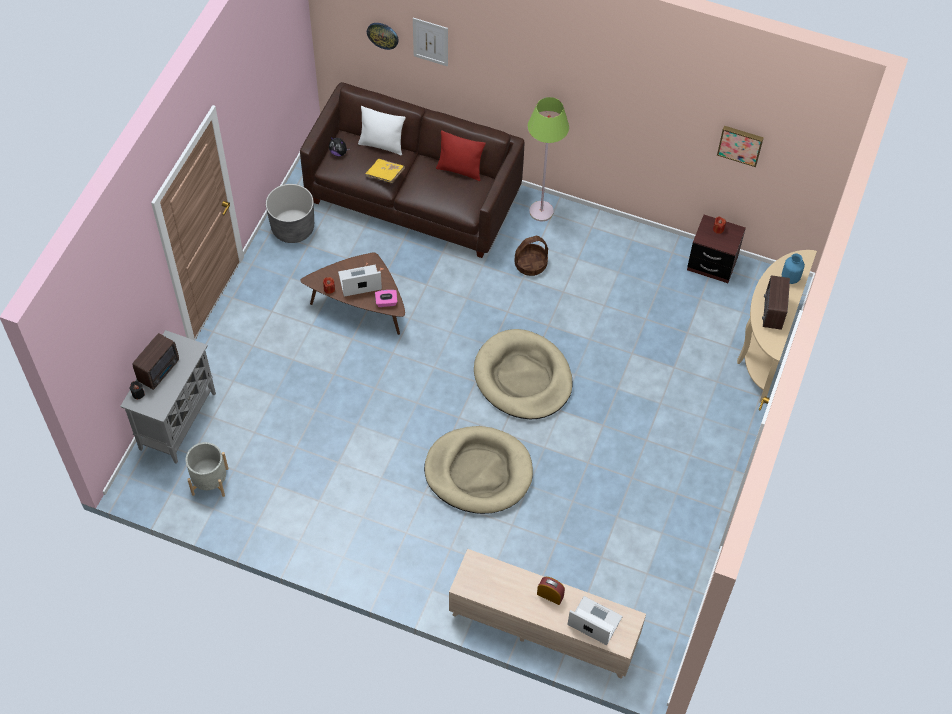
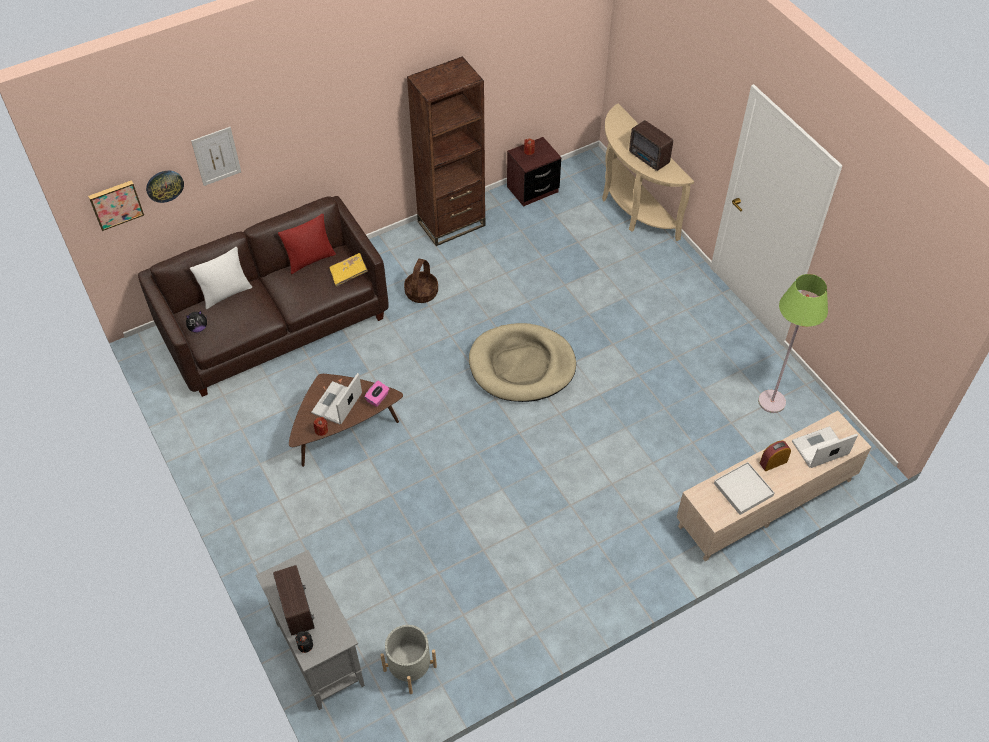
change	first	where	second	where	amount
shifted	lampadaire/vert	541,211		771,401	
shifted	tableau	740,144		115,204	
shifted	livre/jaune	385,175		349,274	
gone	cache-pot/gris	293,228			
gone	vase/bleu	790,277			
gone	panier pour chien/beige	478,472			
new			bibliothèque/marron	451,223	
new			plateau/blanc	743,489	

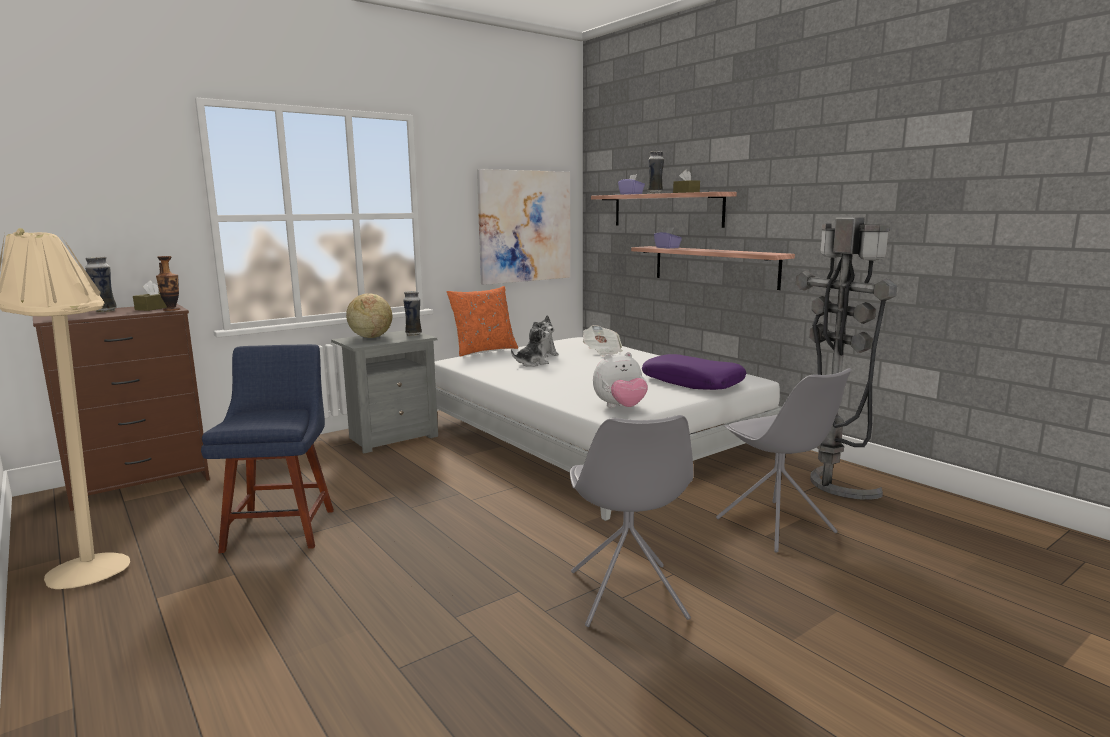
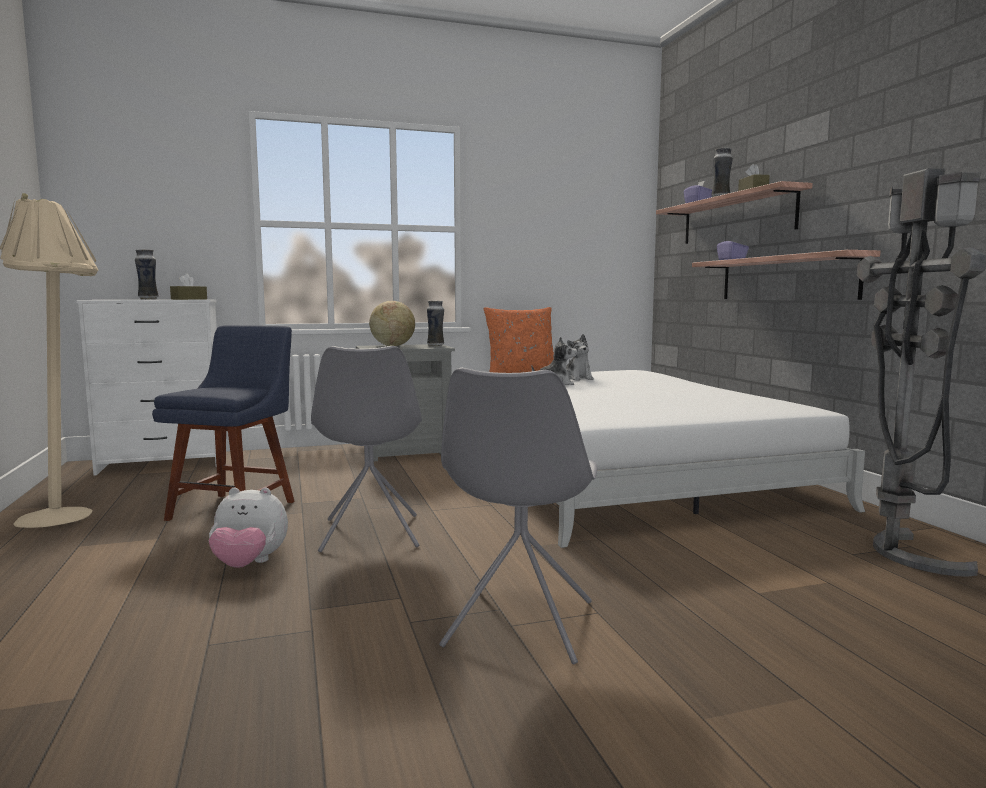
change	first	where	second	where	amount
gone	tableau	525,226			
gone	vase	172,310			
repainted	commode/marron	139,484	commode/blanc	162,463	
gone	journal	602,352			
shifted	peluche	620,408		249,564	
gone	coussin/violet	692,382			
shifted	chaise/gris	776,526		370,534	

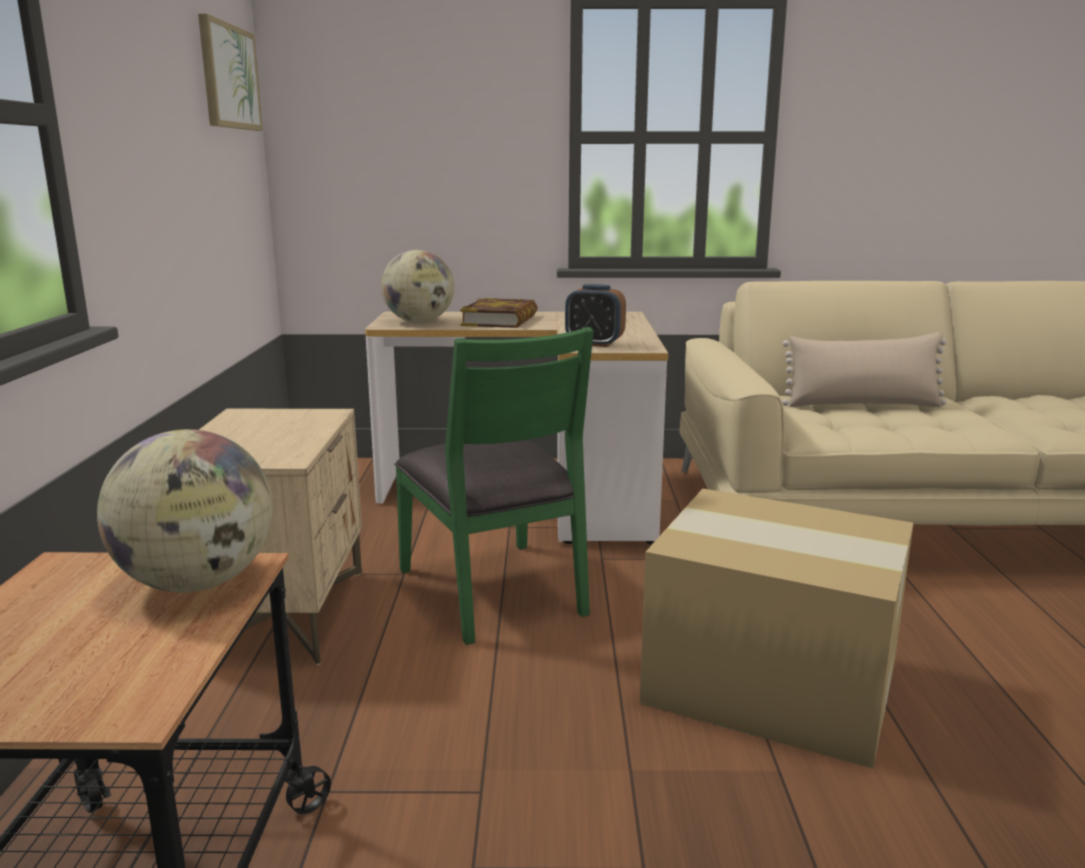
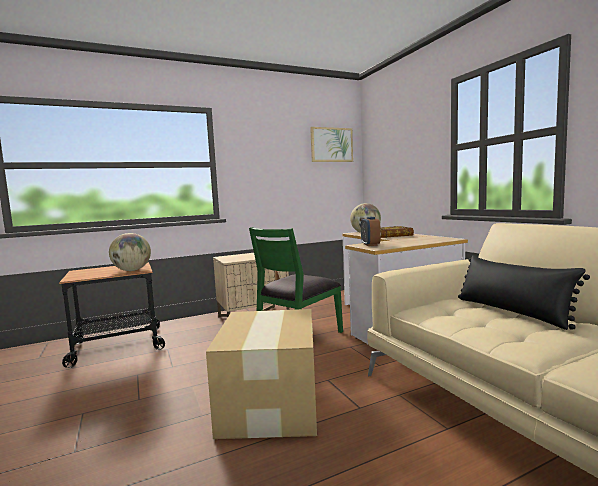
change	first	where	second	where	amount
repainted	coussin/beige	862,404	coussin/noir	511,312	

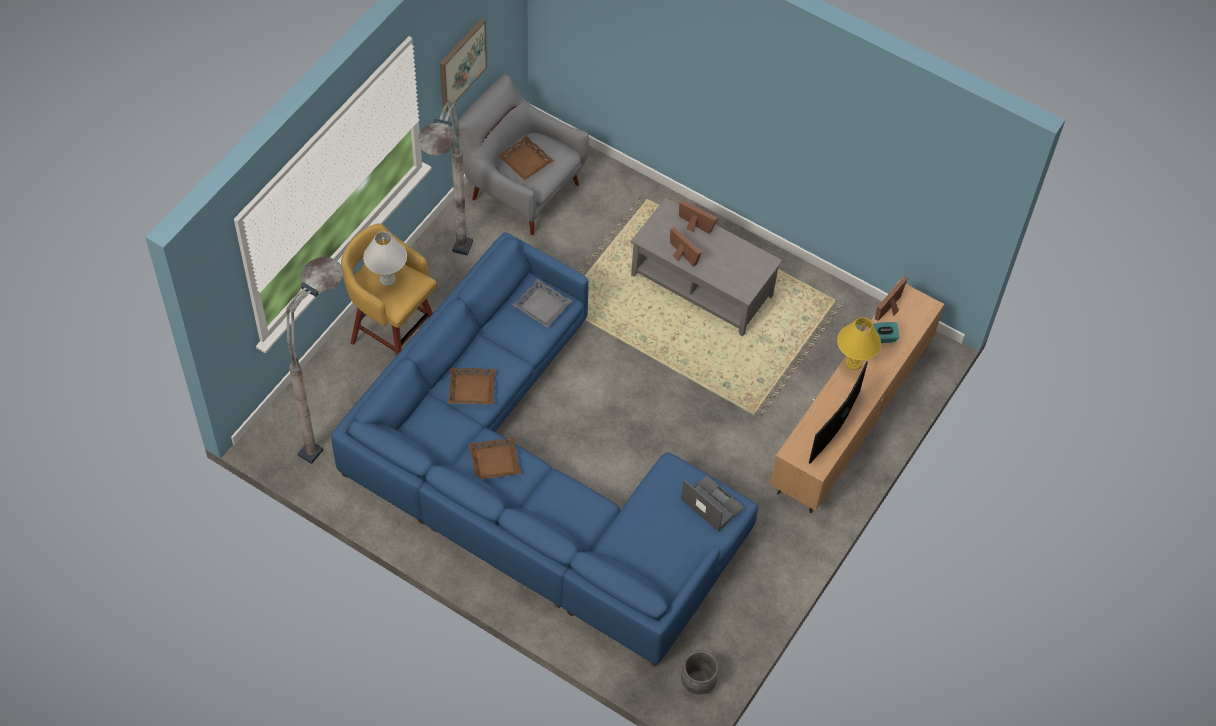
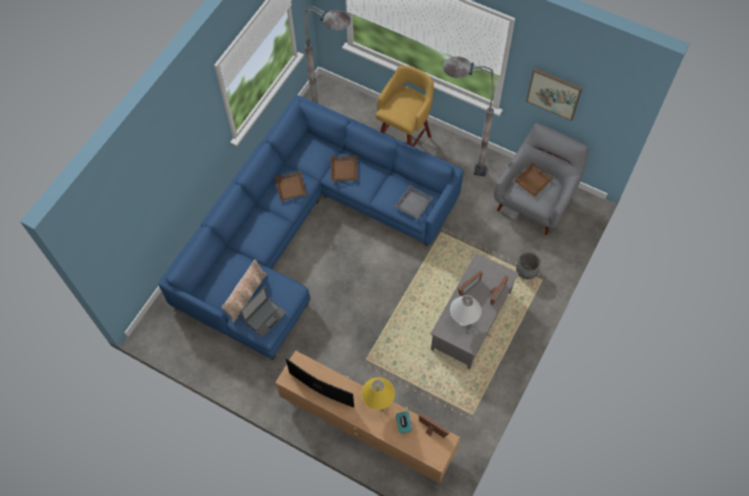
change	first	where	second	where	amount
shifted	lampe de table/blanc	387,279		463,321	
shifted	cache-pot/gris	698,681		526,272	
new			coussin	246,295	

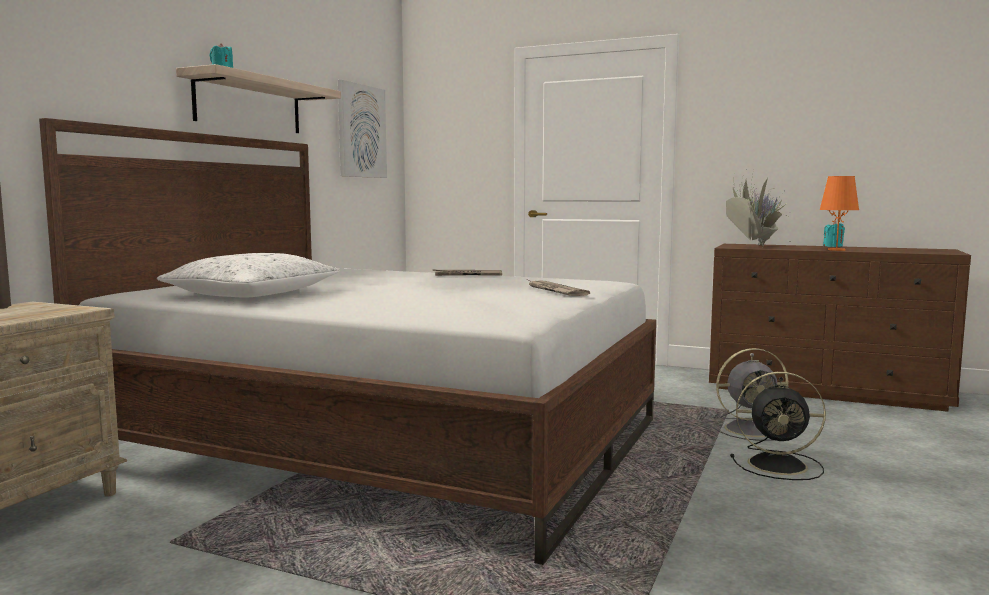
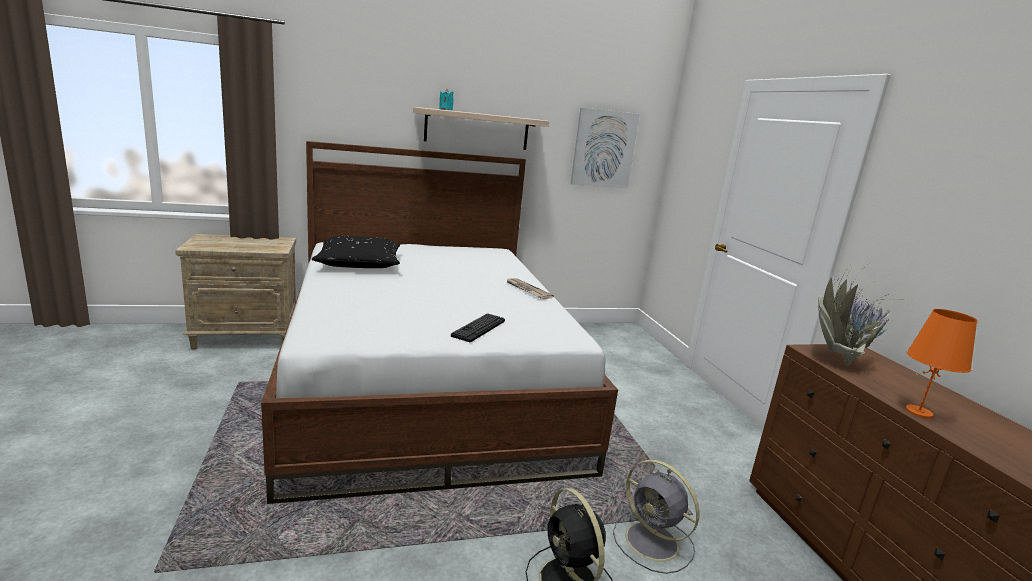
change	first	where	second	where	amount
gone	bougie/turquoise	833,246			
repainted	coussin/blanc	252,294	coussin/noir	359,263	
swapped	journal	555,291	clavier	479,328	

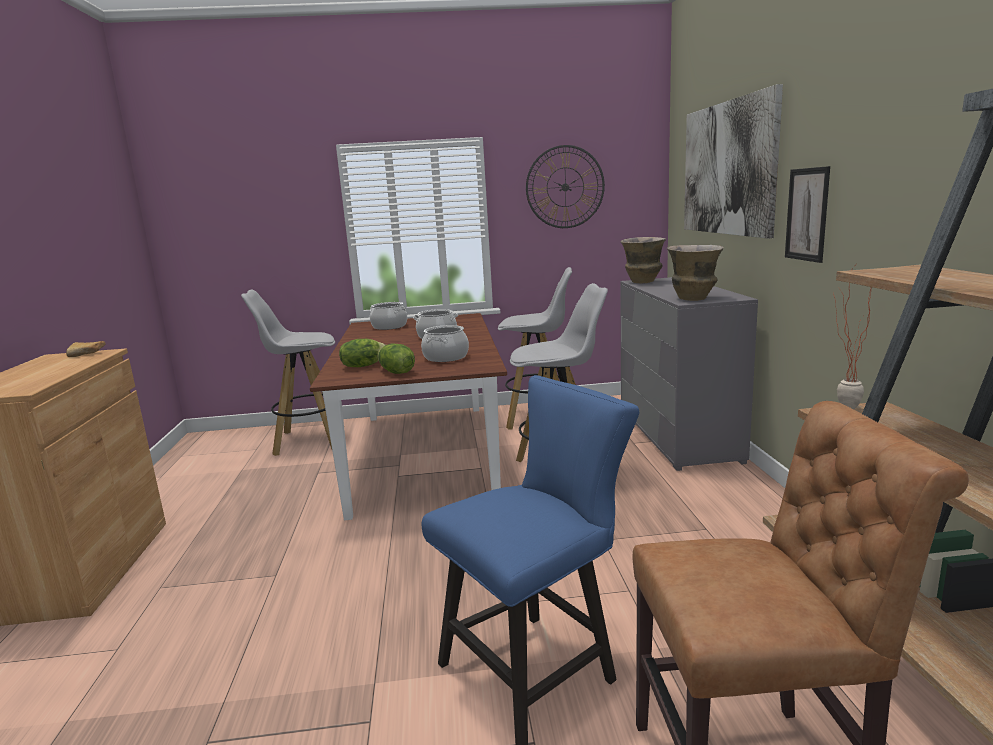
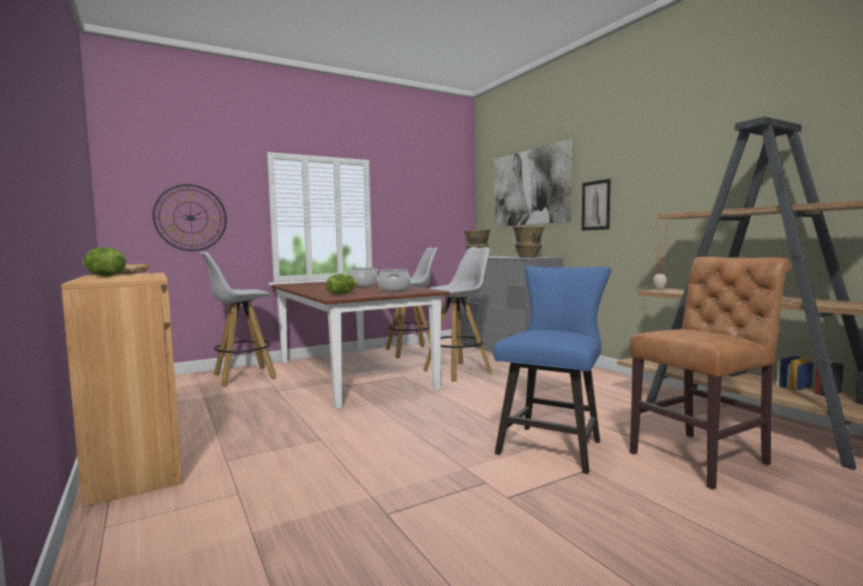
change	first	where	second	where	amount
shifted	horloge murale	565,187		190,217	
gone	marmite	389,326			
shifted	laitue	396,372		104,276	

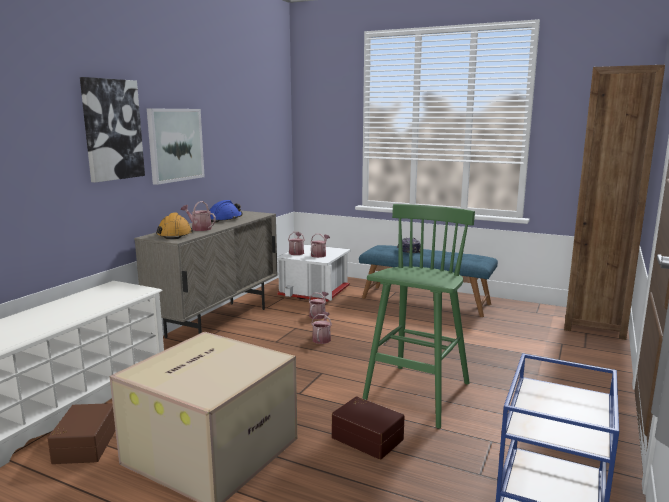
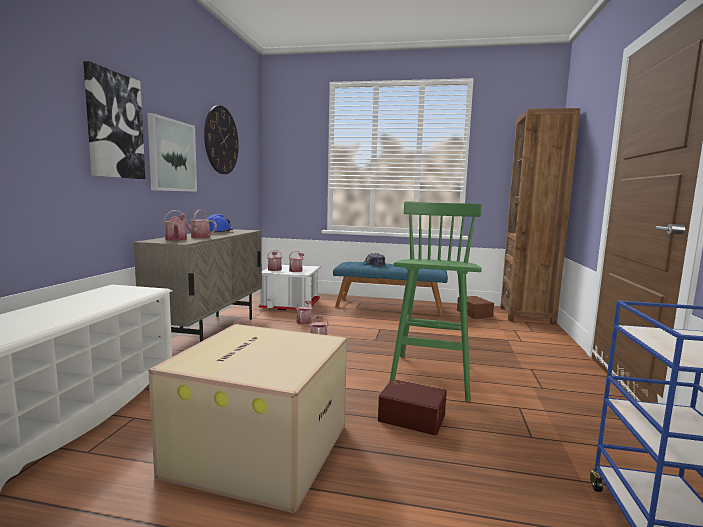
change	first	where	second	where	amount
swapped	casque de chantier/orange	175,234	arrosoir	176,240	
shifted	boîte de rangement/marron	84,444		473,313	
new			horloge murale	221,140	

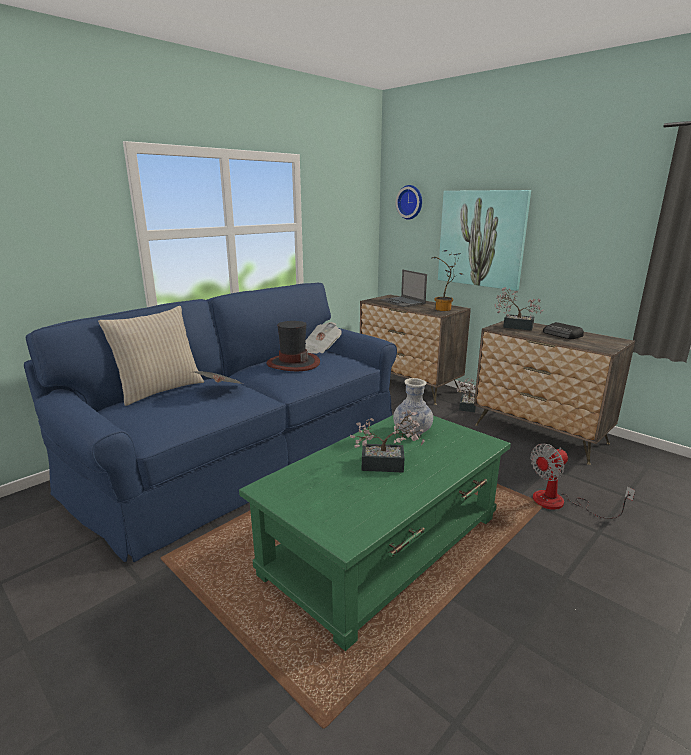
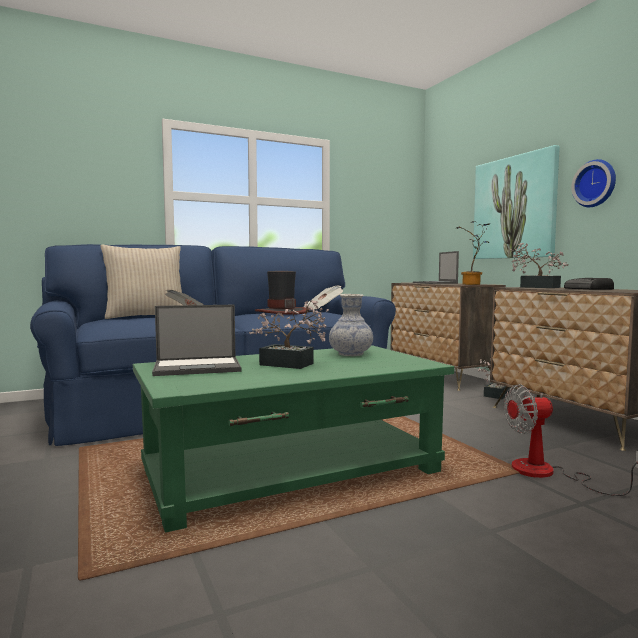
change	first	where	second	where	amount
shifted	horloge murale	410,202		595,184	
new			ordinateur portable	198,367	

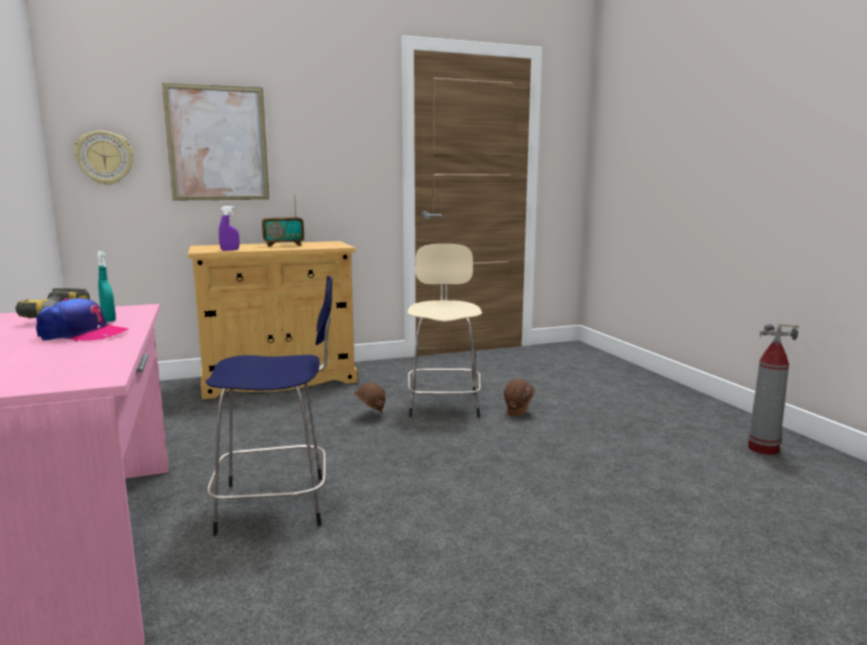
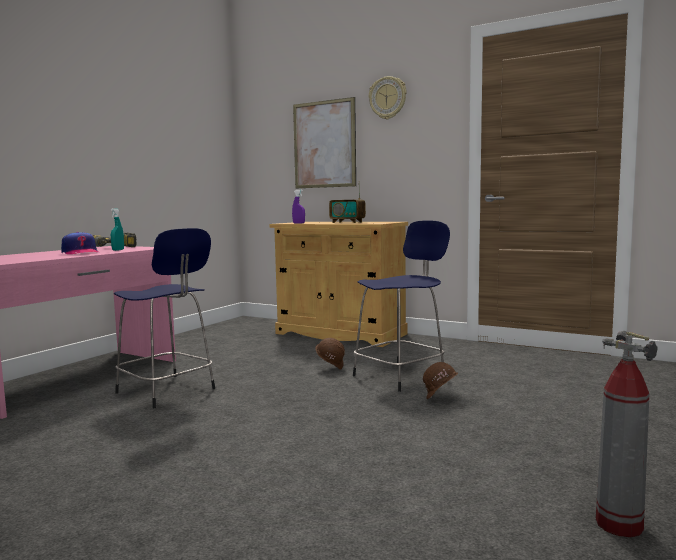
change	first	where	second	where	amount
shifted	horloge murale	105,158		388,98	
repainted	tabouret/beige	444,403	tabouret/bleu	401,375	

